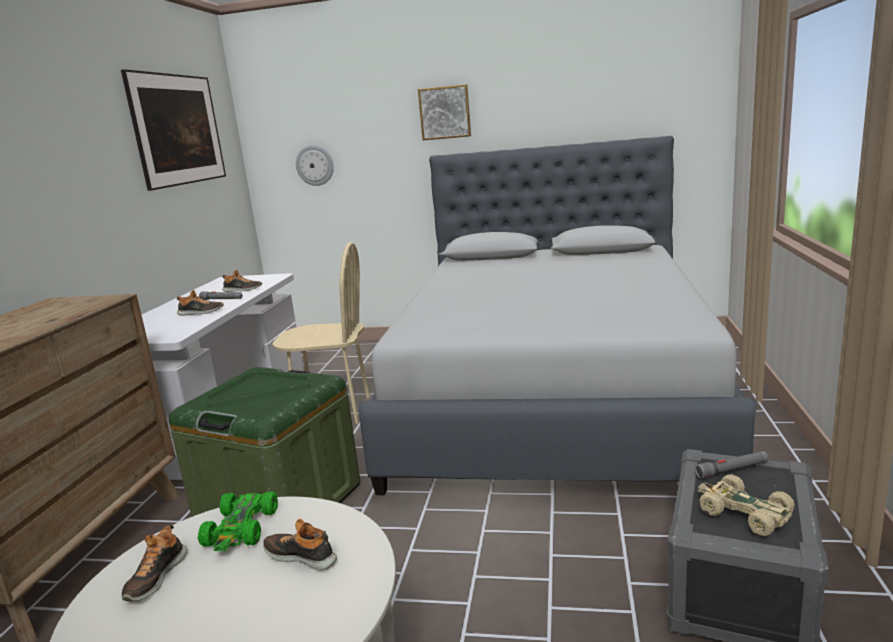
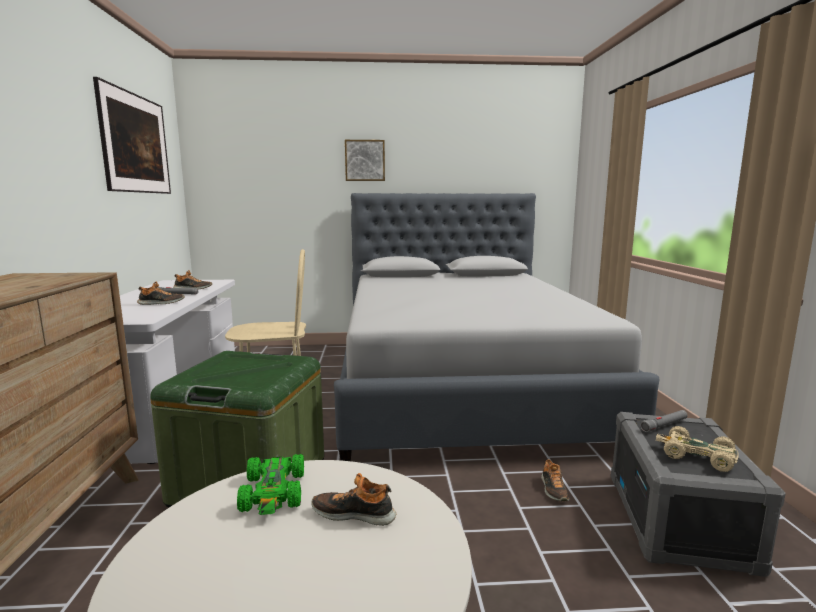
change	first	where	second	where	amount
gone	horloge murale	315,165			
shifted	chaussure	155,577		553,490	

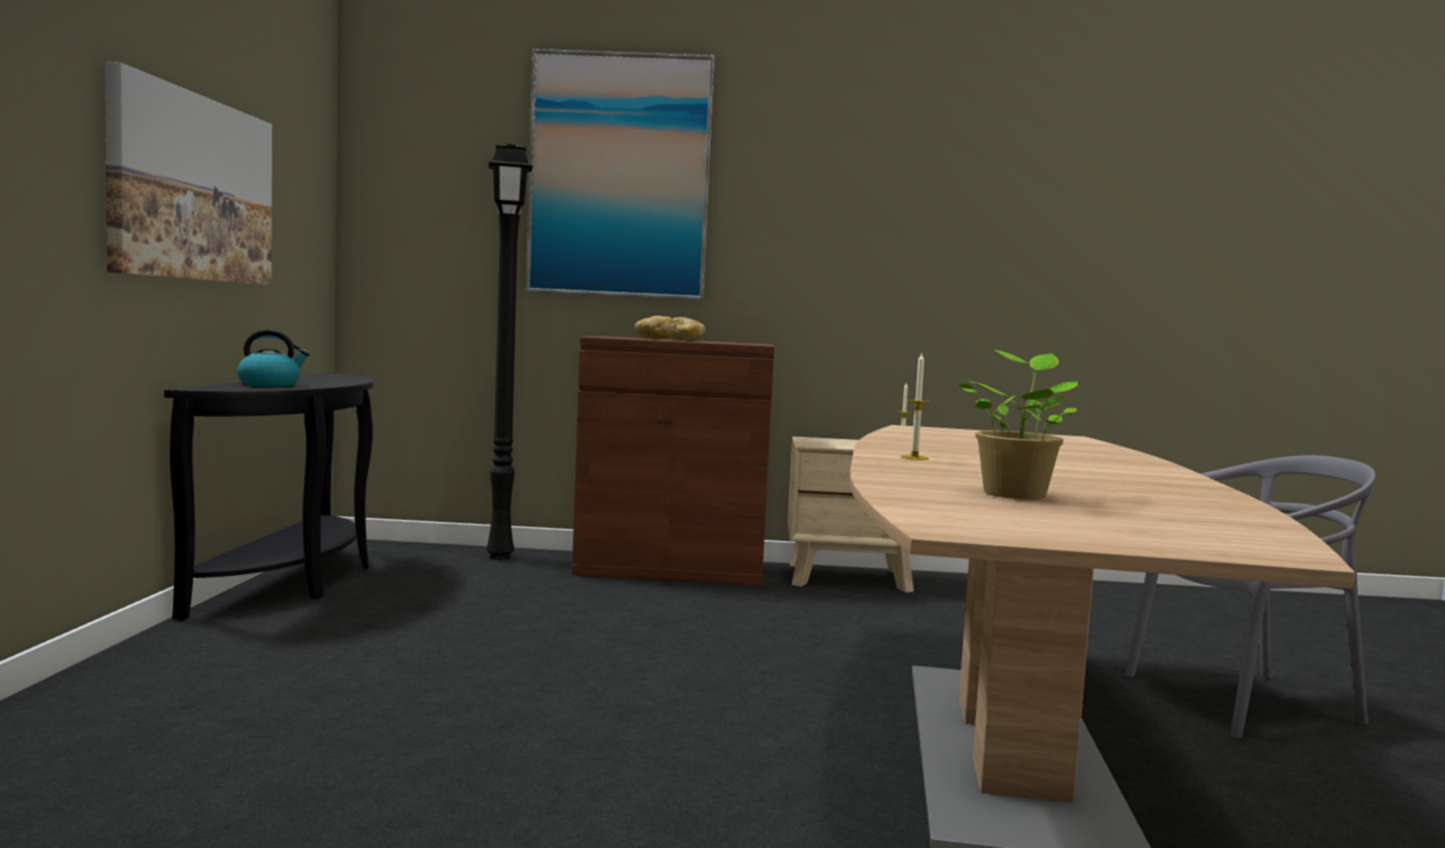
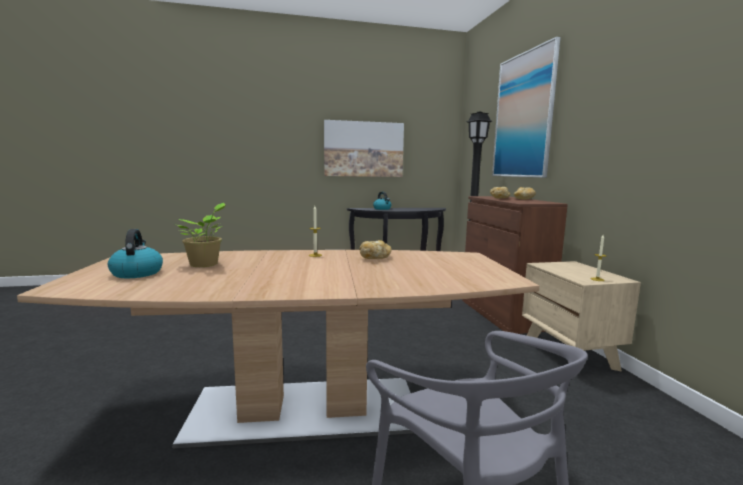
change	first	where	second	where	amount
new			bouilloire	137,273	
new			pain	375,258	

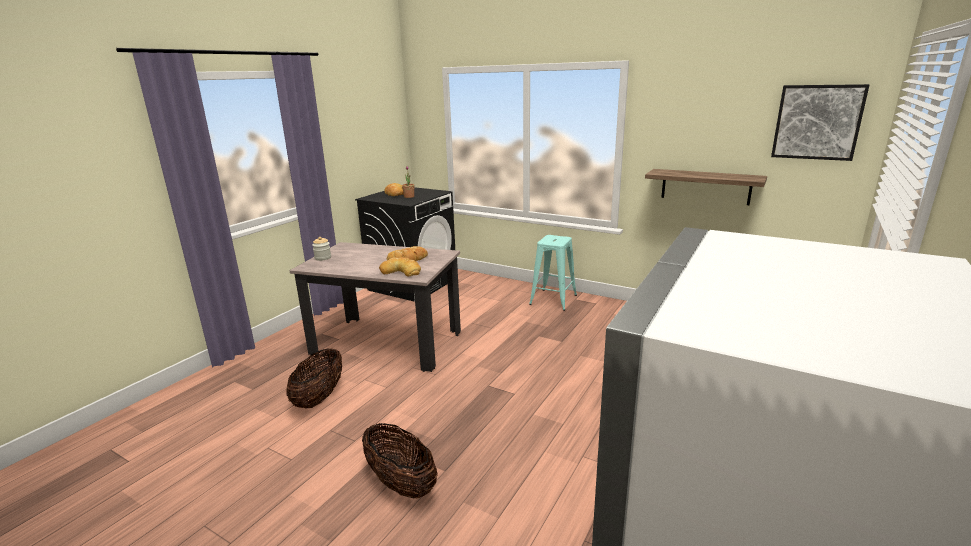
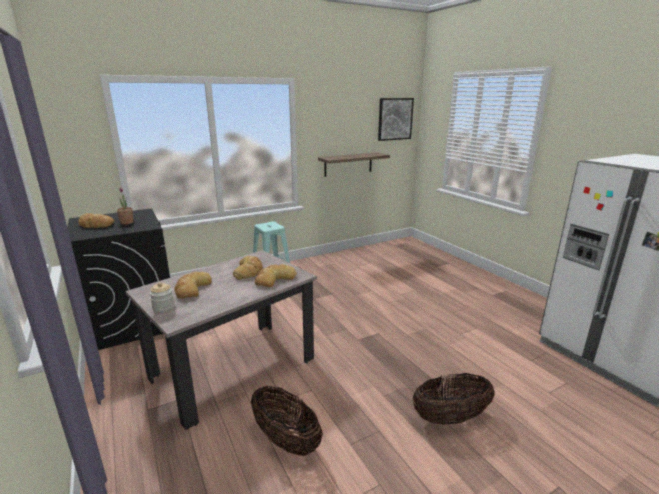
change	first	where	second	where	amount
new			pain	192,289	

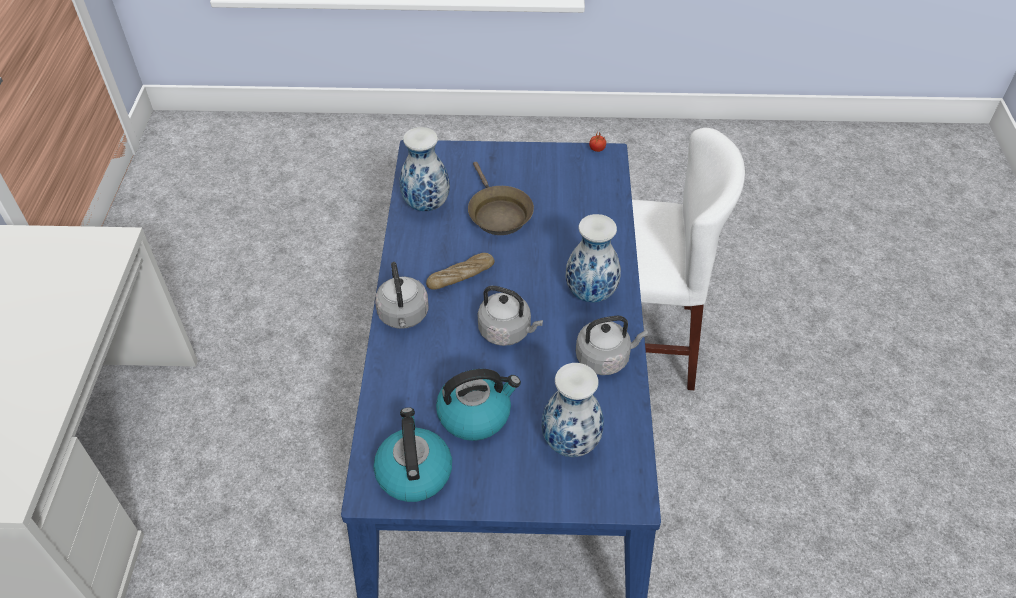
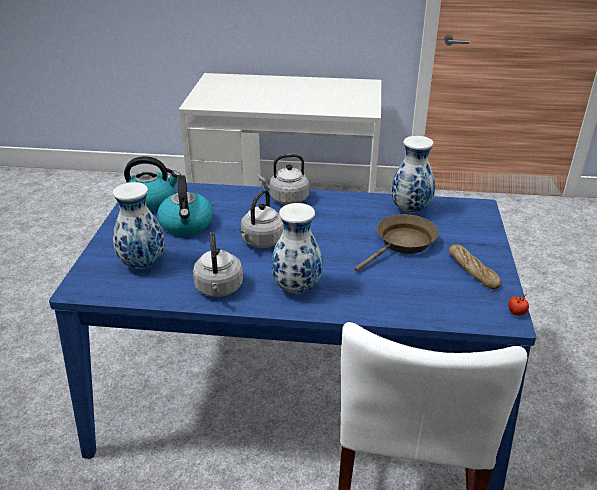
change	first	where	second	where	amount
rotated	poêle/marron	498,213		402,243	150 degrees clockwise
shifted	pain	461,276		472,271	

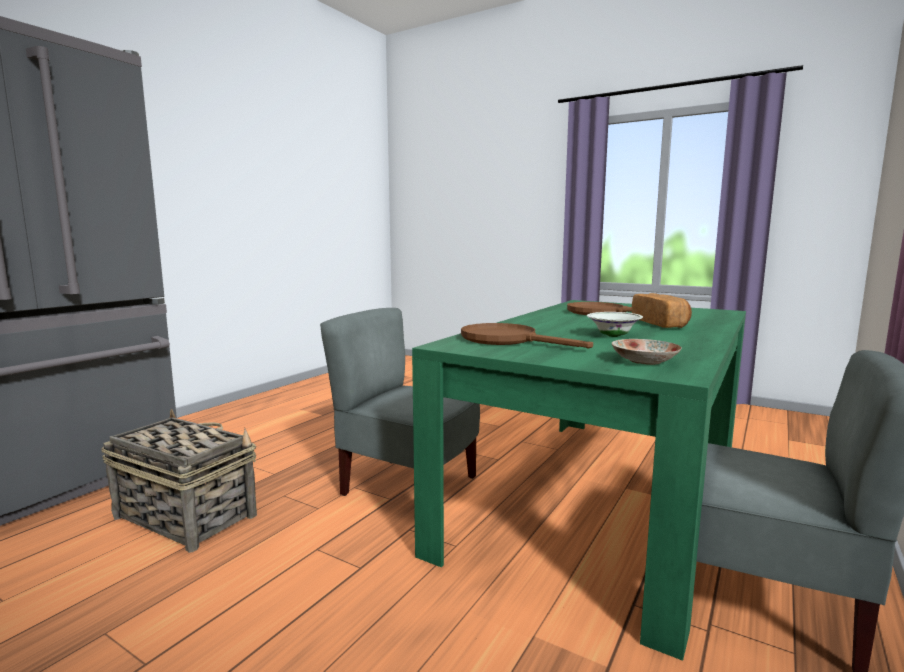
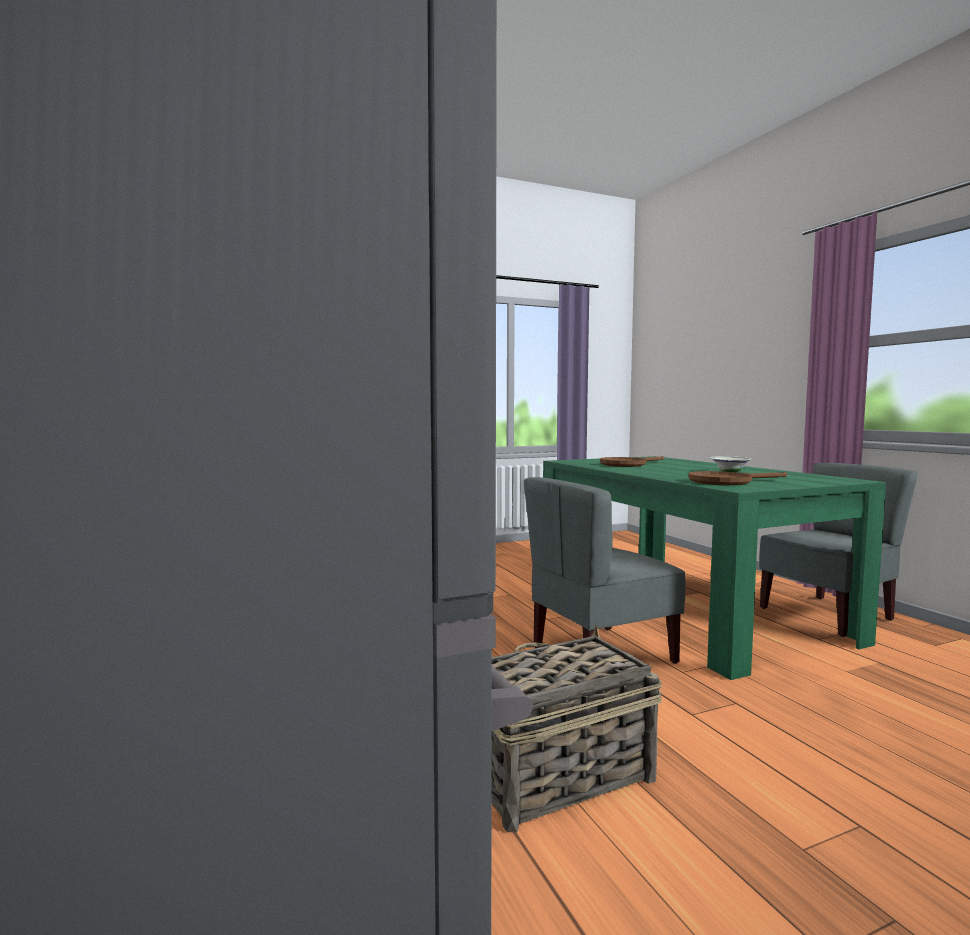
change	first	where	second	where	amount
gone	pain	660,323			
gone	assiette	643,361			

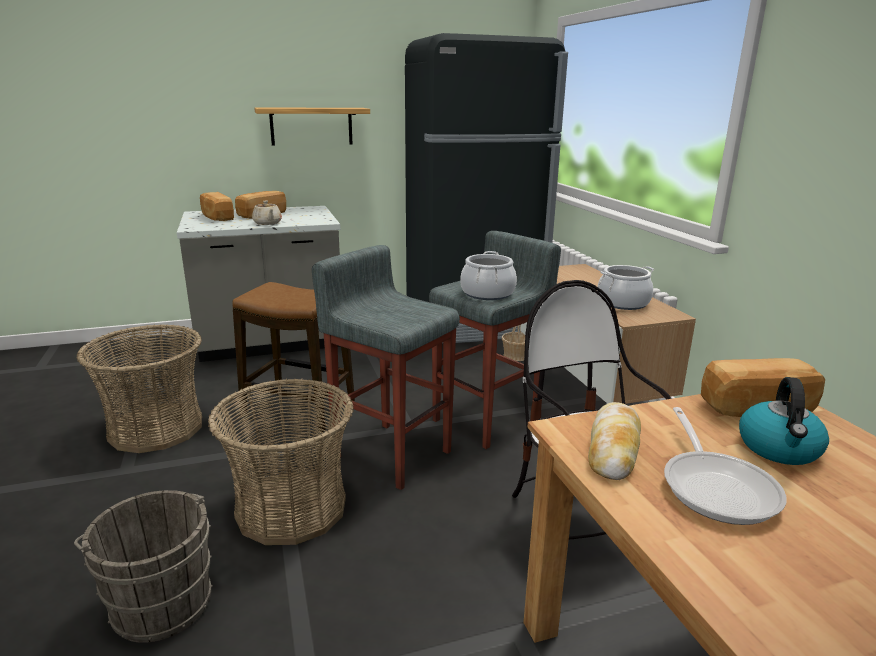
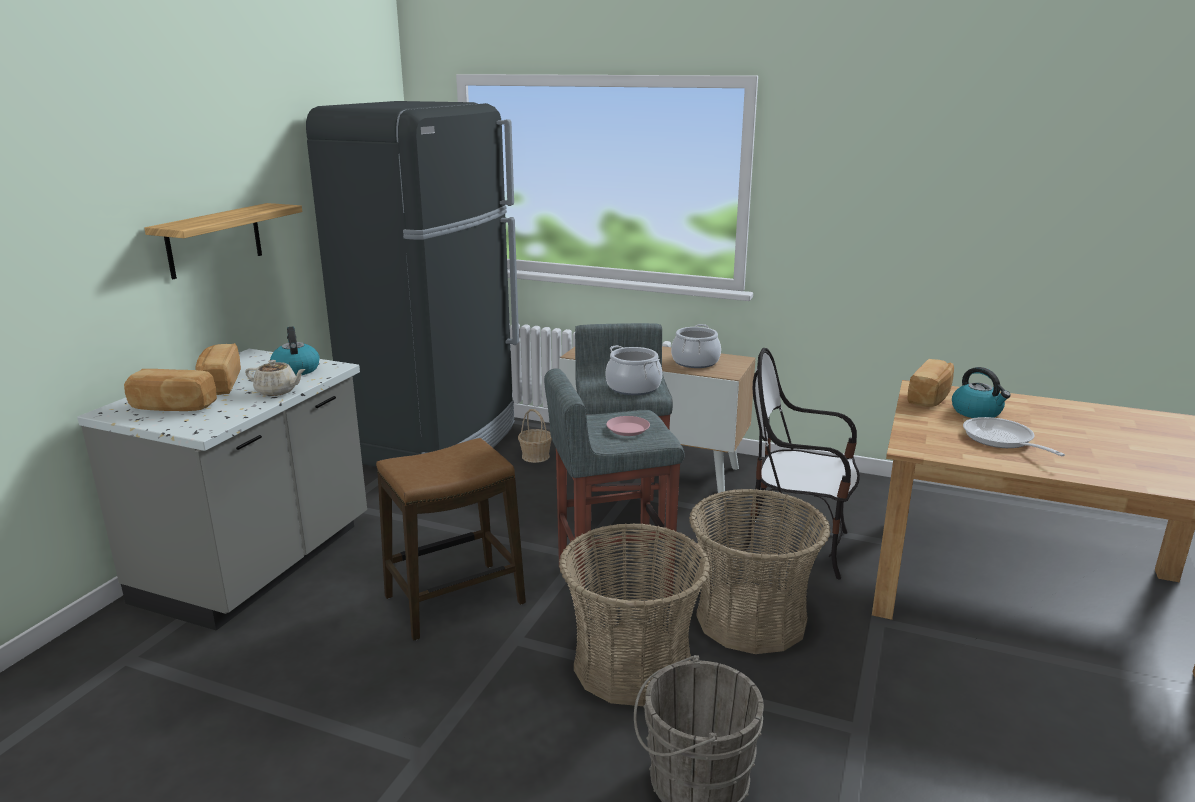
change	first	where	second	where	amount
shifted	panier	156,428		751,619	
gone	pain	613,448			
rotated	poêle	716,486		1001,440	150 degrees counterclockwise
new			bouilloire	296,370	
new			assiette/rose	628,429	

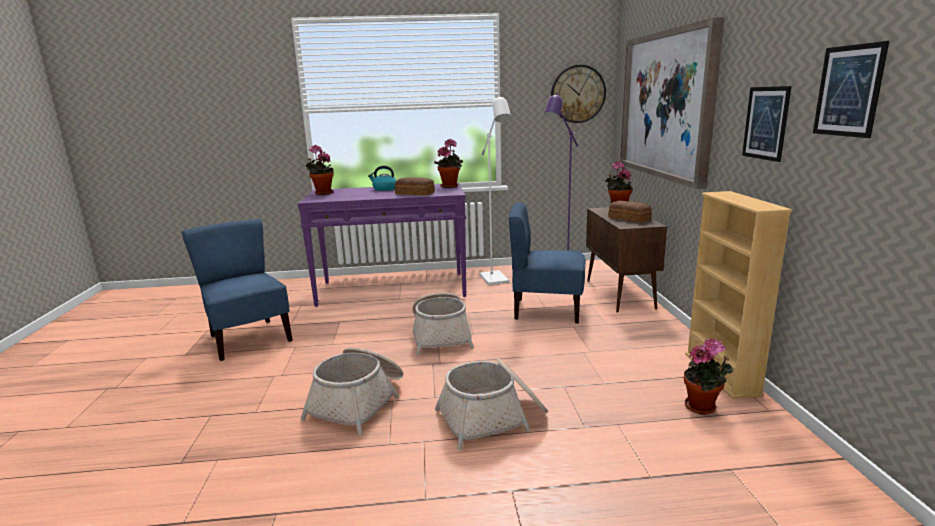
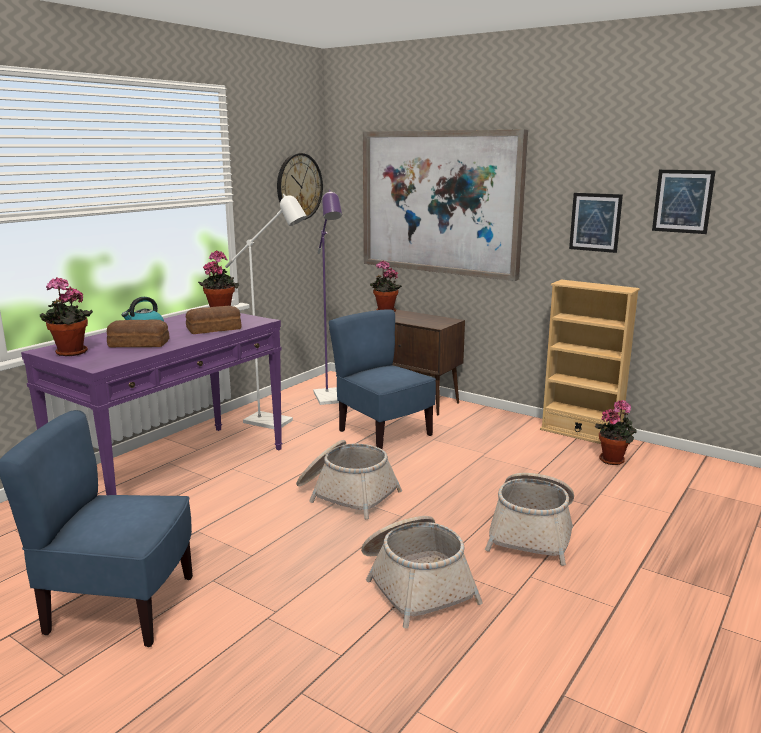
change	first	where	second	where	amount
shifted	pain	629,218		138,343	
rotated	chaise/bleu	546,310		383,434	90 degrees clockwise

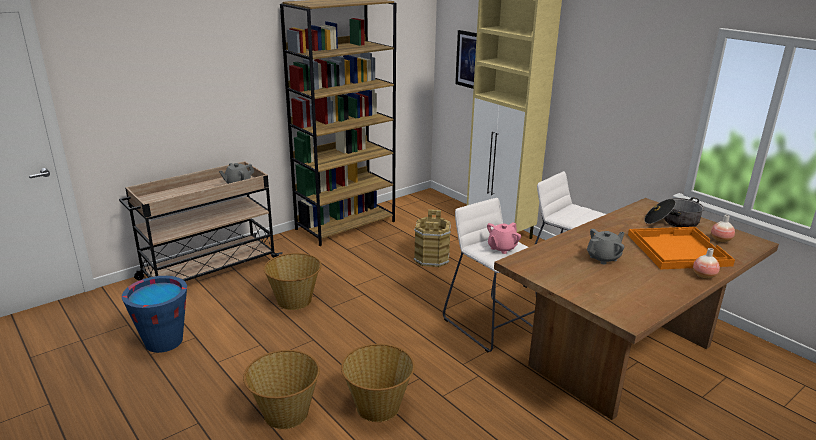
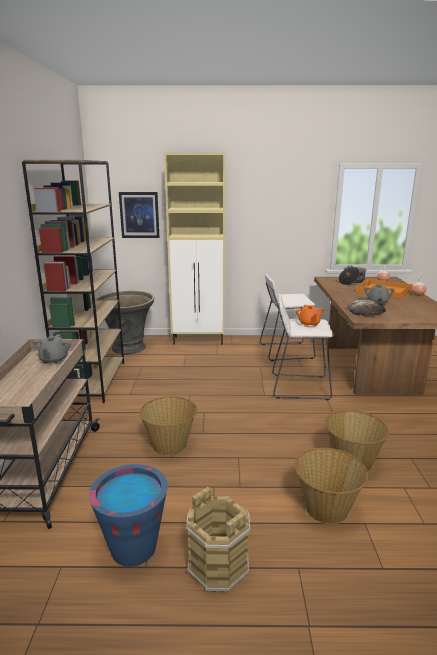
change	first	where	second	where	amount
shifted	seau/marron	432,258		218,566	
repainted	théière/rose	502,248	théière/orange	309,324	
new			cache-pot/gris	127,348	
new			pain	366,311	

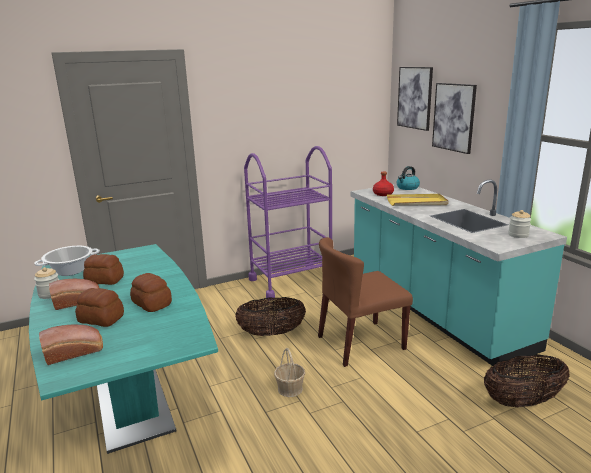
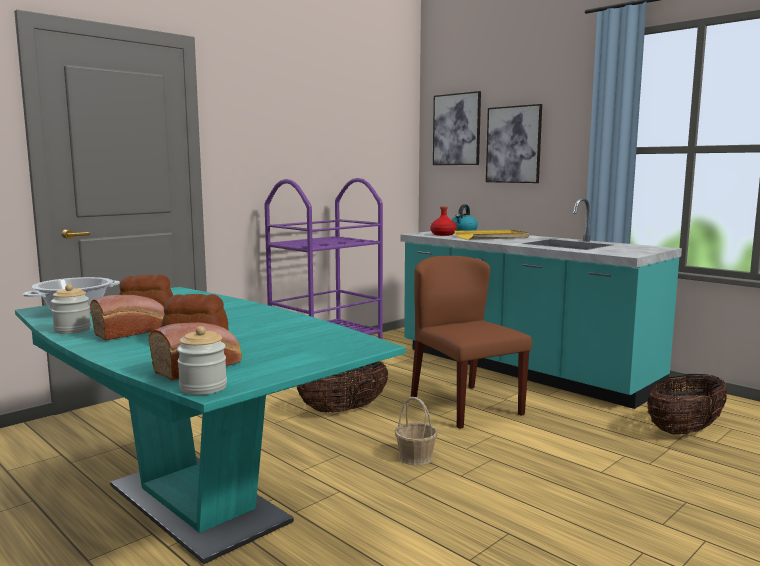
change	first	where	second	where	amount
shifted	bocal	518,235		203,387	
rotated	chaise/marron	360,343		465,405	105 degrees clockwise
gone	pain	152,303			

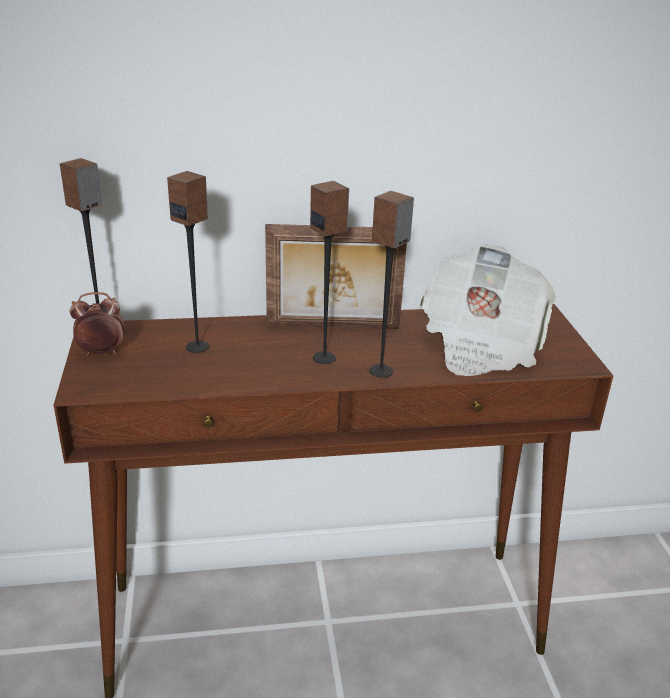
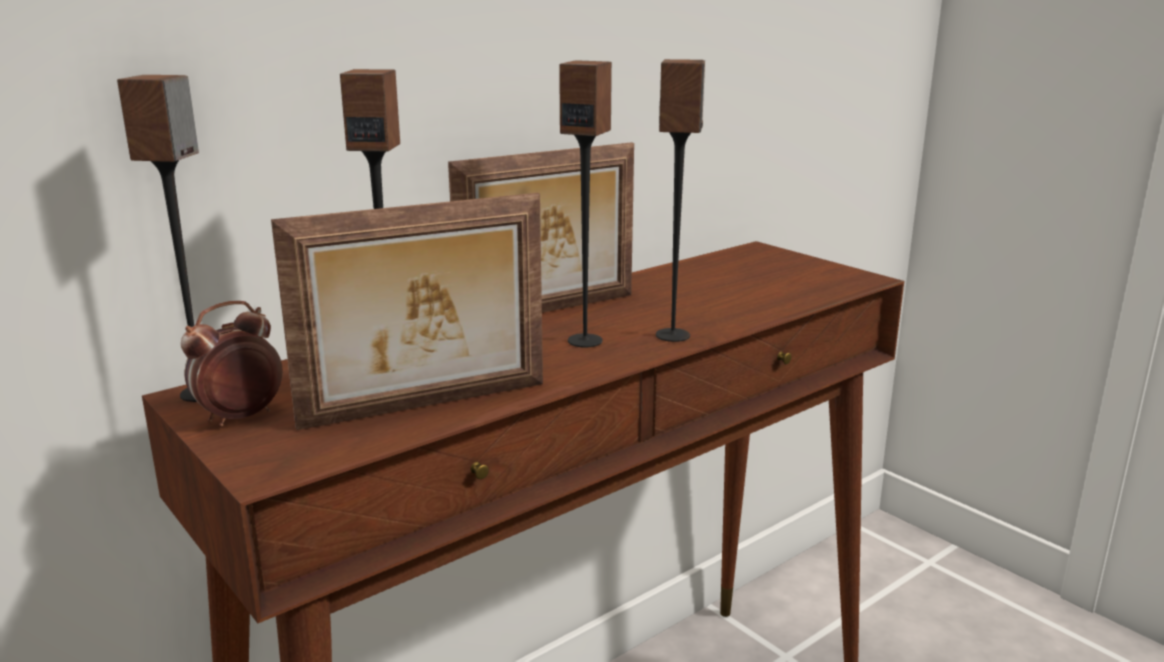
change	first	where	second	where	amount
gone	journal	480,343			
new			cadre photo	427,406	

